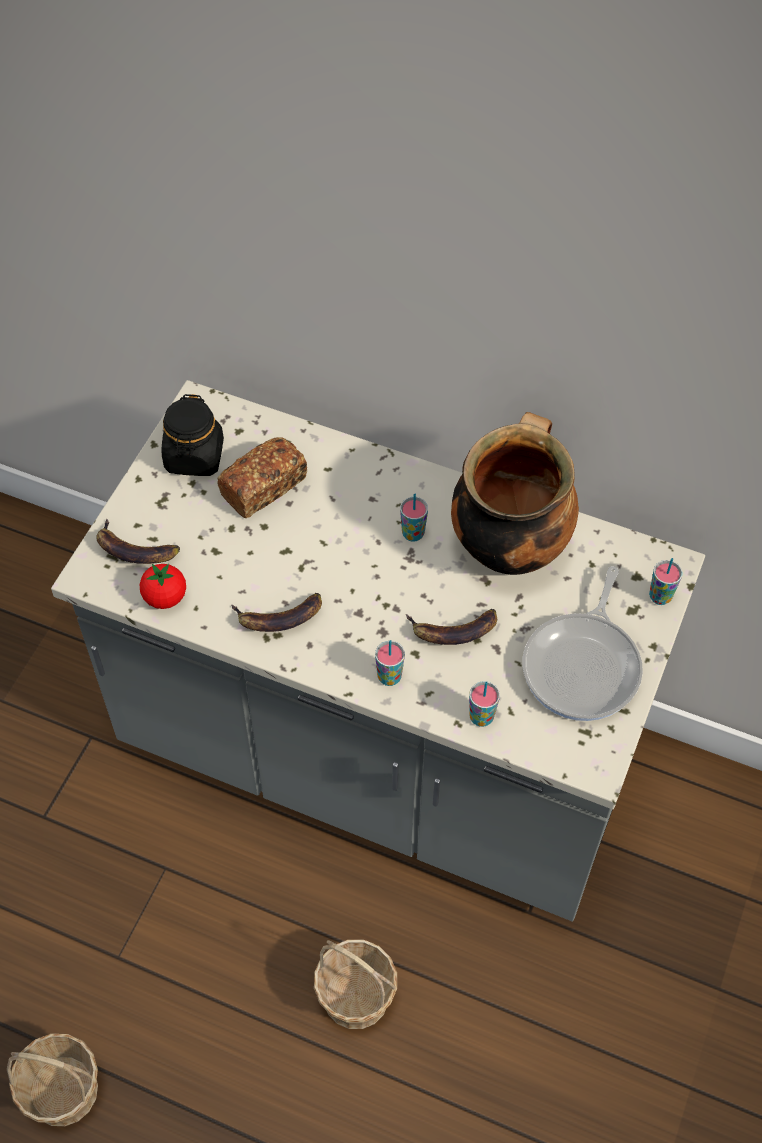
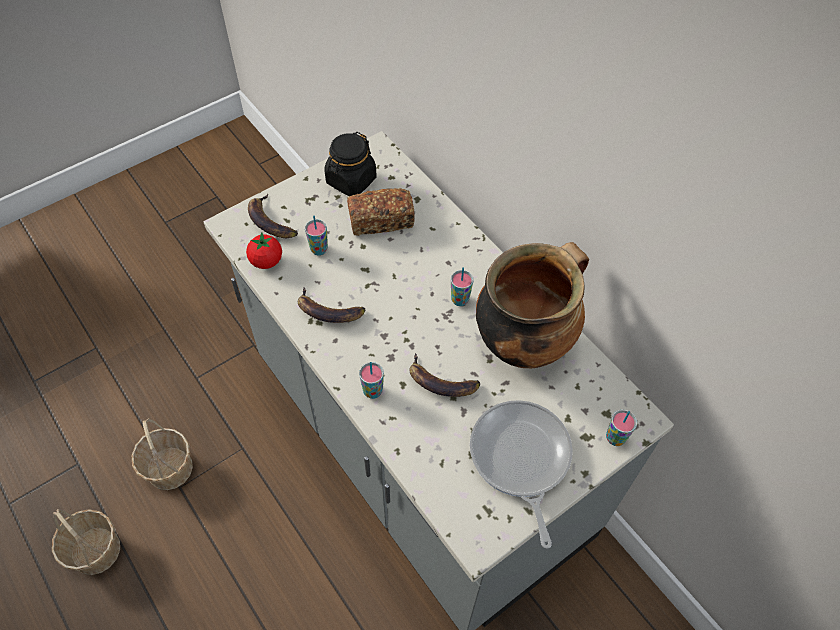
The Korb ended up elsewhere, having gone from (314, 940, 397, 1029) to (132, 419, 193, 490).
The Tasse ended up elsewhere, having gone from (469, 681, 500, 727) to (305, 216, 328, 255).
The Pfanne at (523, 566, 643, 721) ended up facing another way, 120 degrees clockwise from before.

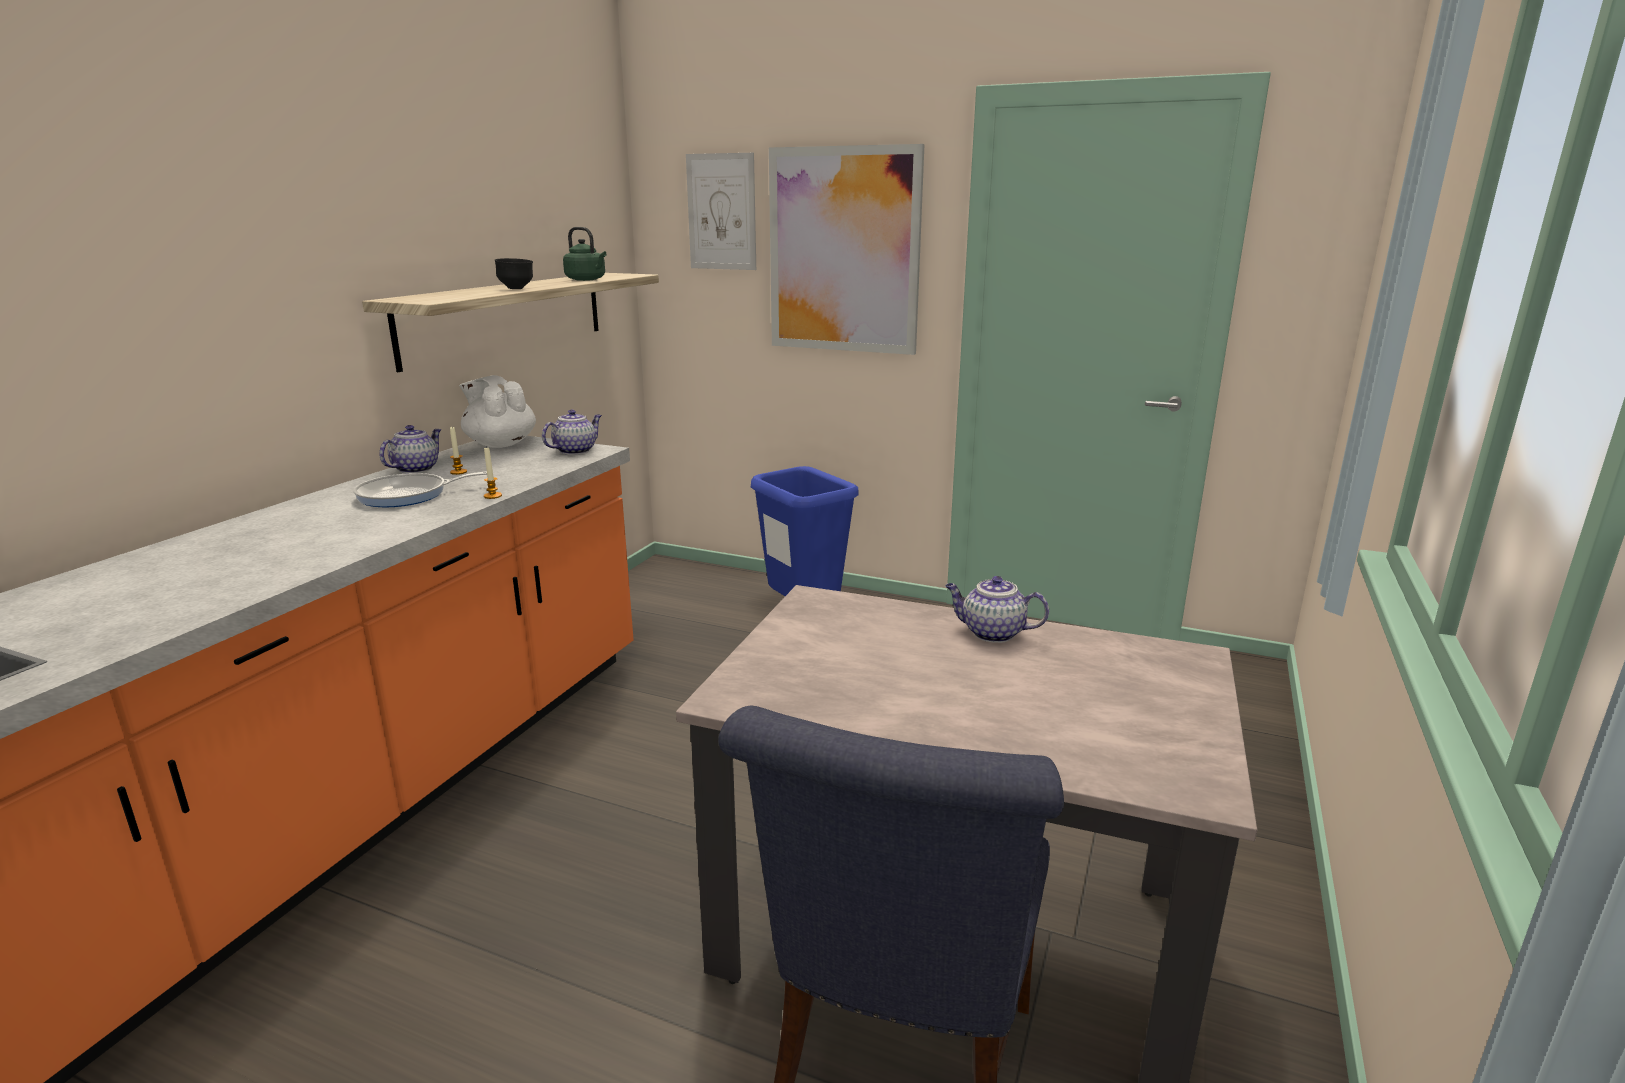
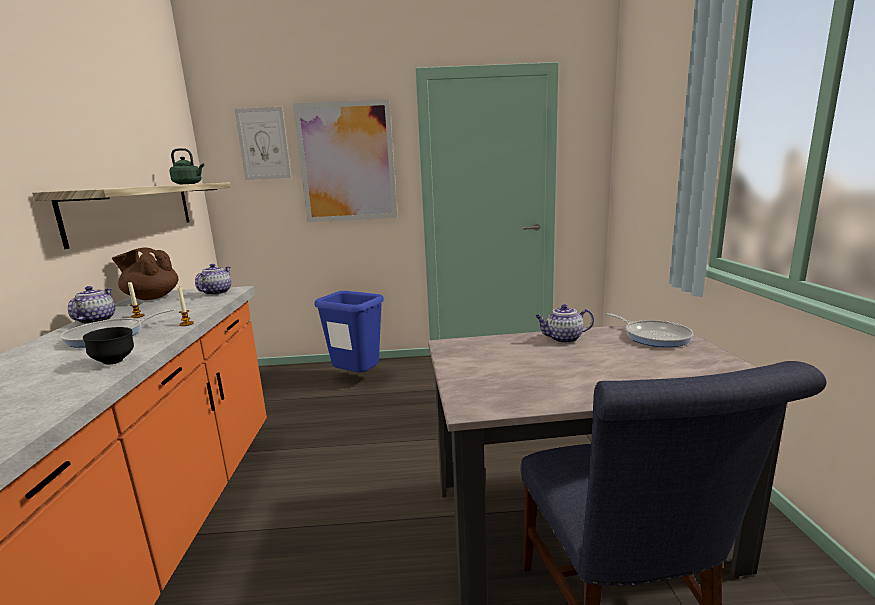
The second view gained the Pfanne at (607, 313, 694, 347).
The Schüssel (schwarz) ended up elsewhere, having gone from (495, 258, 533, 289) to (83, 327, 134, 365).
What was the Teekanne (weiß) at (459, 375, 536, 448) turned into the Teekanne (braun) at (112, 248, 178, 300).

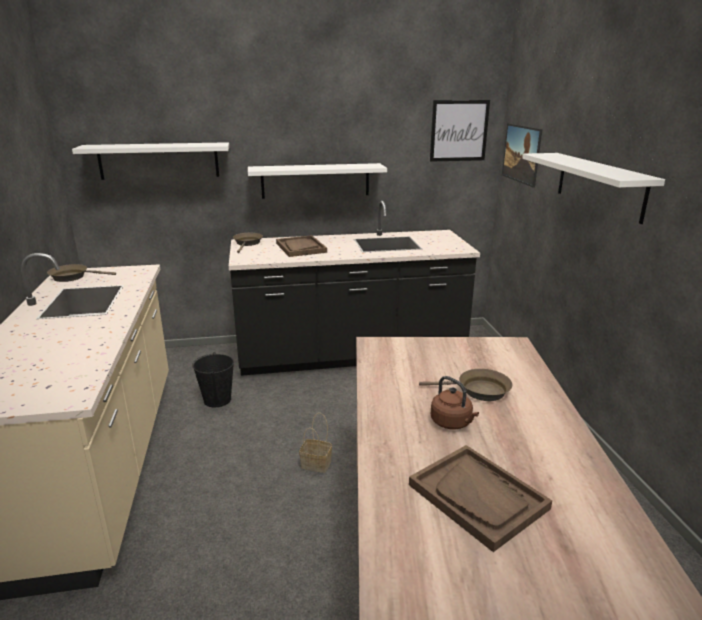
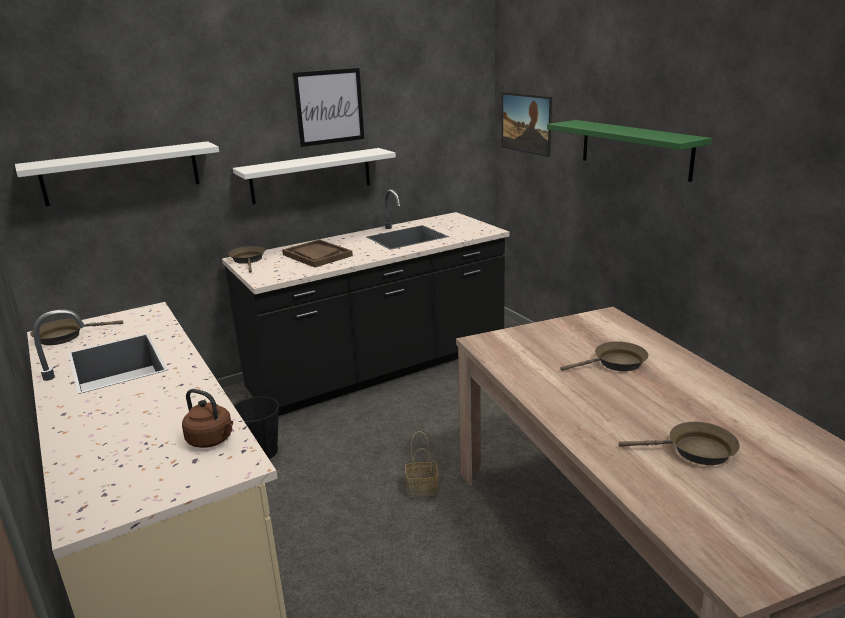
The Bild ended up elsewhere, having gone from (430, 100, 490, 162) to (293, 68, 364, 147).
The Wasserkessel (braun) ended up elsewhere, having gone from (431, 376, 479, 429) to (182, 389, 233, 448).
Where the Tablett (braun) stood at (409, 445, 552, 552), the Pfanne (braun) came to stand at (619, 422, 740, 465).
What was the Wandregal (weiß) at (522, 153, 665, 224) turned into the Wandregal (grün) at (547, 120, 712, 182).

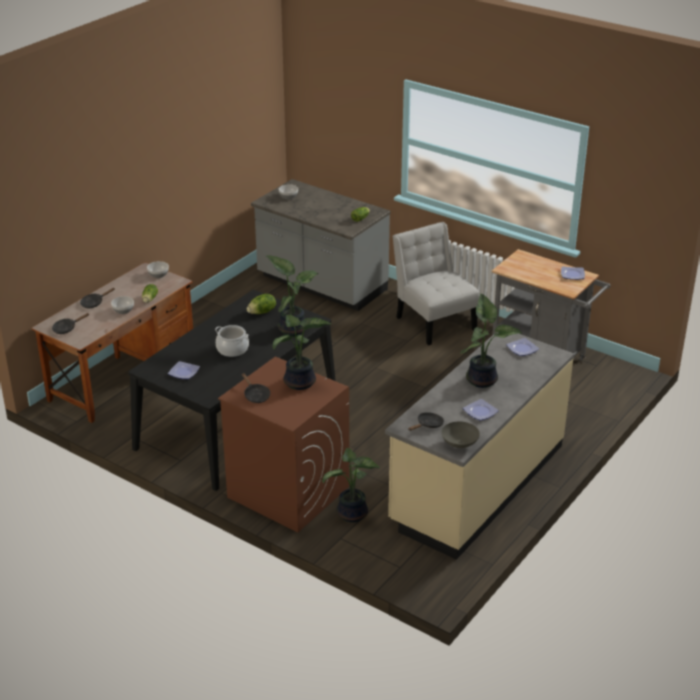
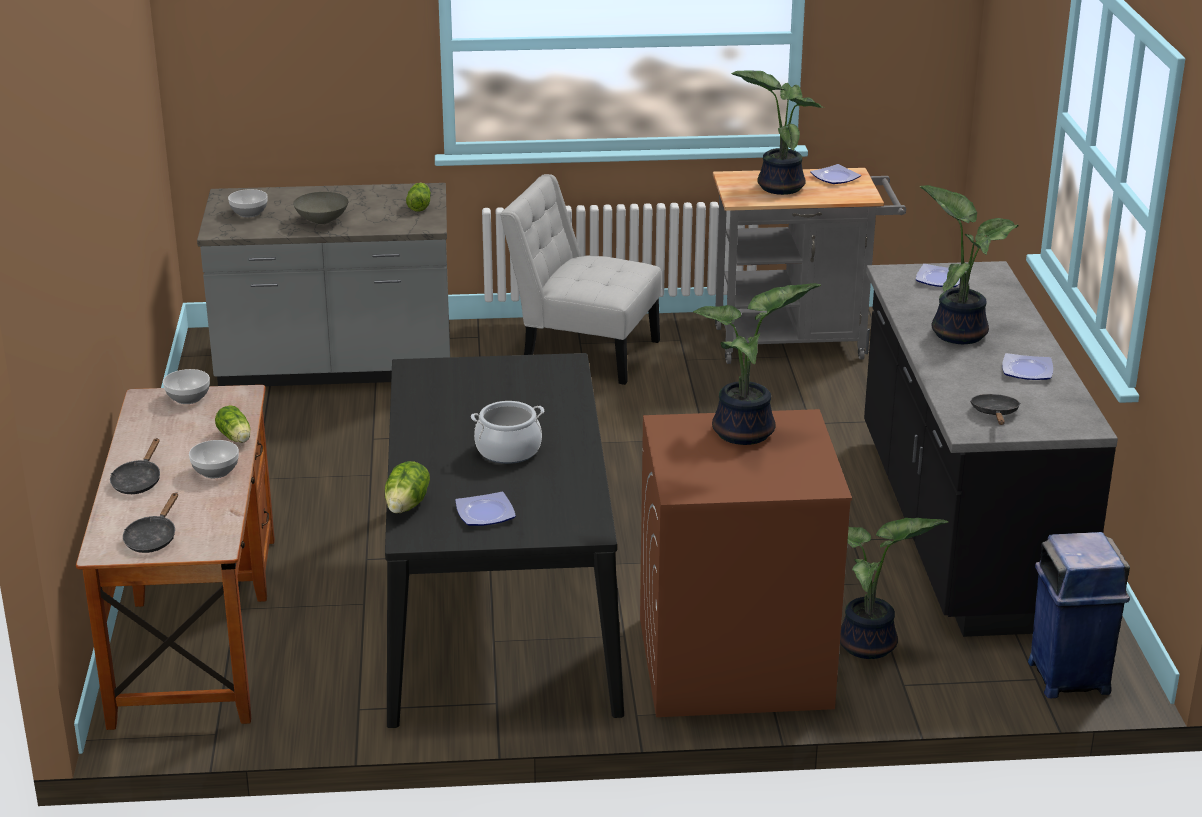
The second view lost the Pfanne (schwarz) at (242, 373, 270, 403).
The second view gained the Mülleimer (blau) at (1028, 532, 1130, 698).
The Salatkopf ended up elsewhere, having gone from (247, 294, 276, 314) to (385, 461, 430, 514).
The Topfpflanze ended up elsewhere, having gone from (266, 255, 318, 336) to (731, 70, 824, 195).
The Schüssel (grau) ended up elsewhere, having gone from (442, 421, 480, 448) to (293, 192, 348, 224).
What was the Küchenzeile (beige) at (385, 332, 574, 560) turned into the Küchenzeile (schwarz) at (864, 261, 1118, 637).

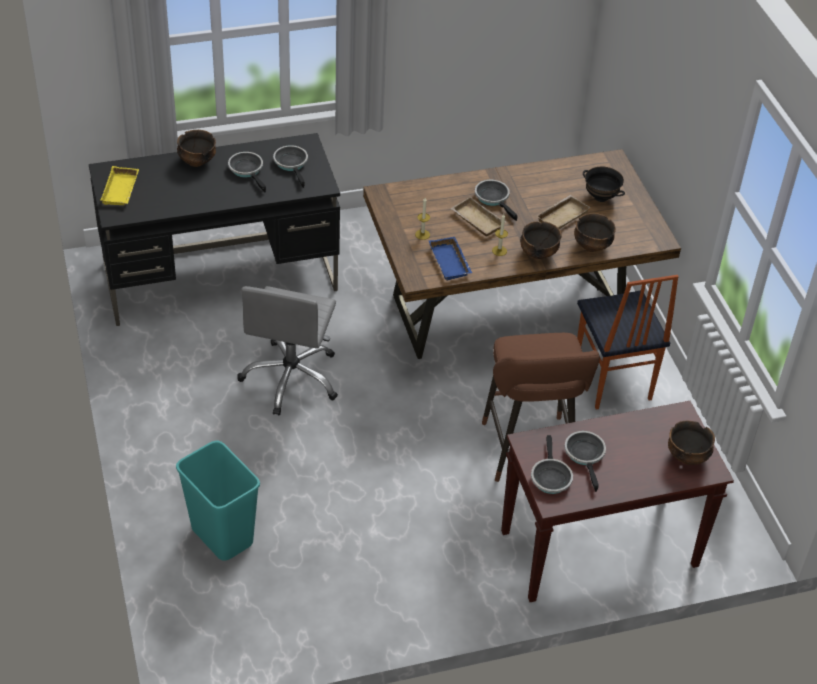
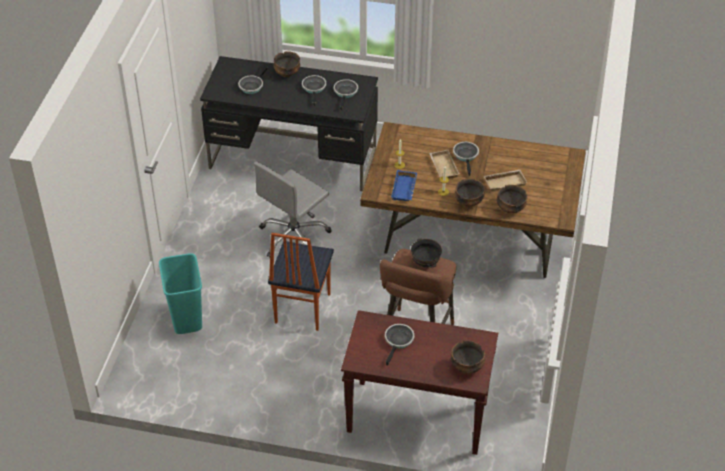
The second view lost the Tablett (gelb) at (100, 166, 139, 205).
The Pfanne ended up elsewhere, having gone from (531, 435, 573, 494) to (238, 66, 268, 94).
The Stuhl ended up elsewhere, having gone from (577, 275, 679, 410) to (268, 233, 334, 331).
The Schüssel (schwarz) ended up elsewhere, having gone from (583, 167, 625, 202) to (411, 239, 442, 268).

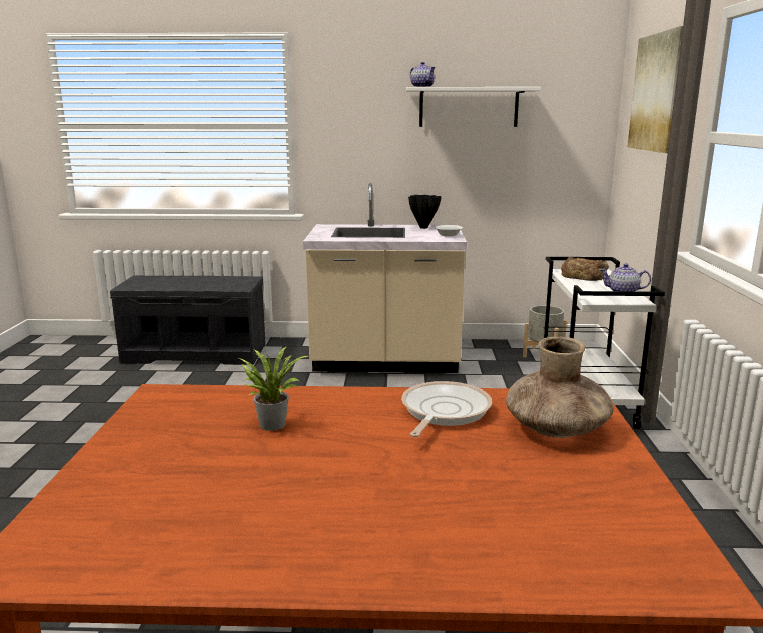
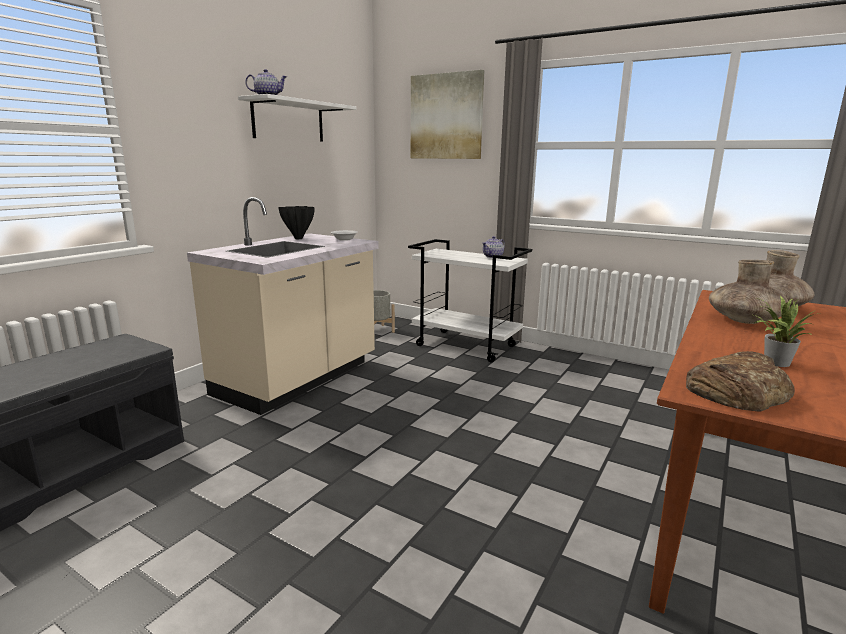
The Brot ended up elsewhere, having gone from (561, 257, 609, 281) to (686, 351, 795, 411).
Where the Pfanne stood at (401, 381, 492, 437), the Vase (braun) came to stand at (709, 260, 790, 324).

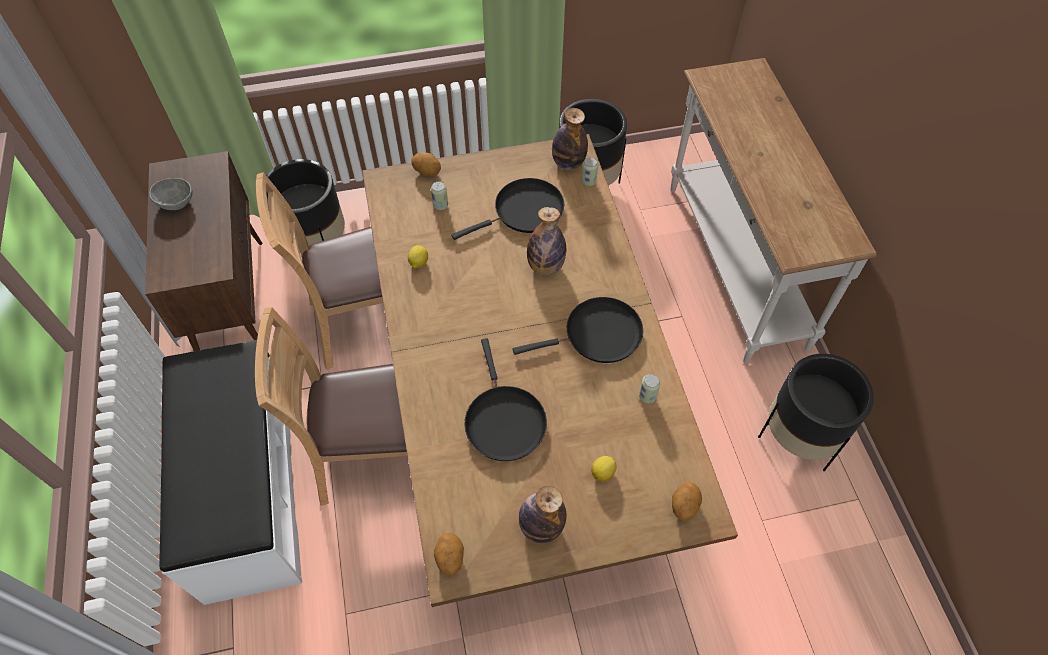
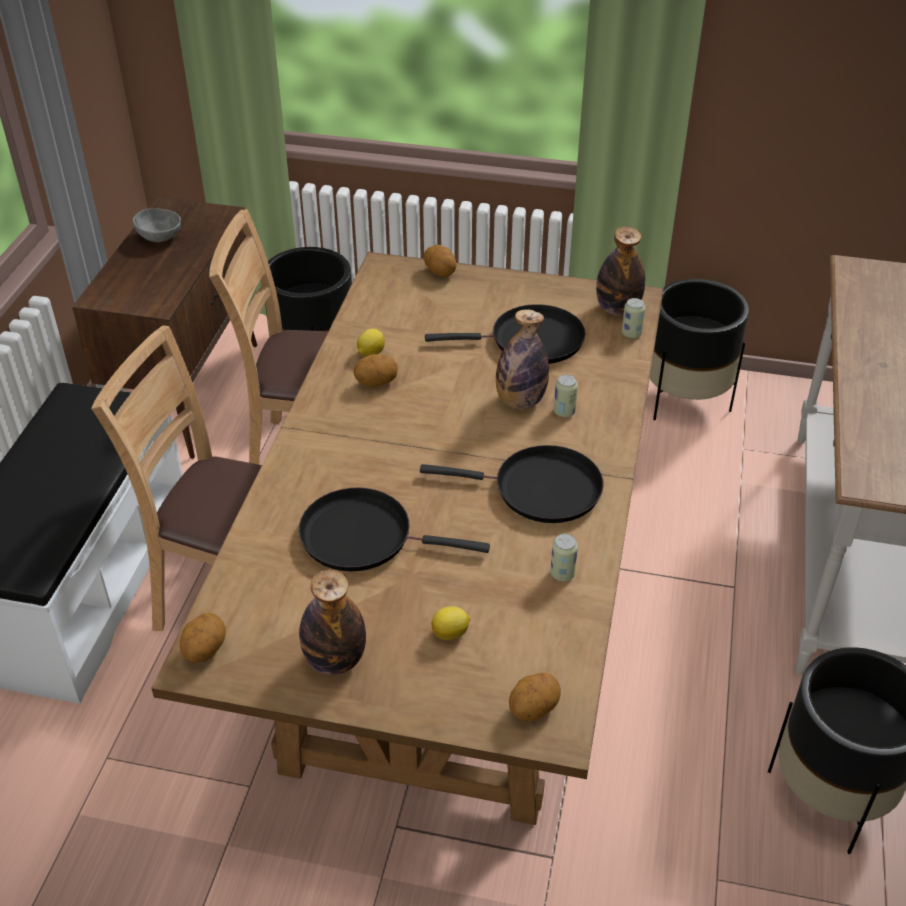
The second view gained the Kartoffel at (354, 354, 398, 387).
The Dose ended up elsewhere, having gone from (431, 182, 448, 210) to (554, 375, 578, 417).
The Pfanne (schwarz) at (464, 338, 547, 461) ended up facing another way, 90 degrees clockwise from before.

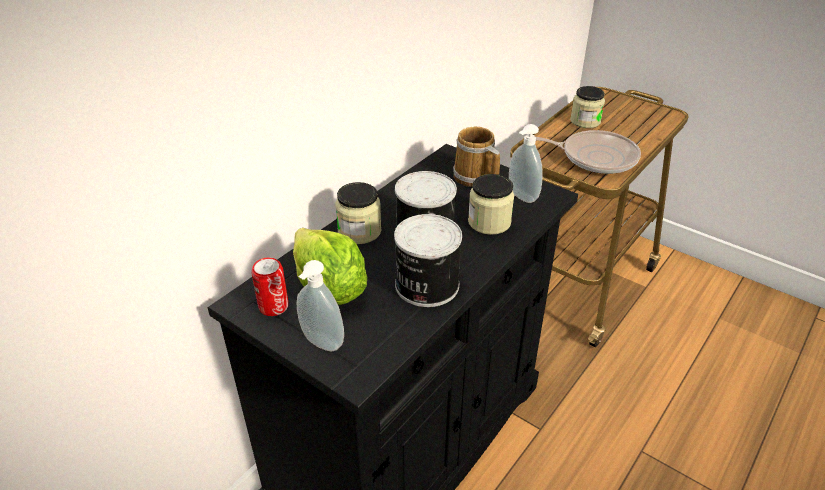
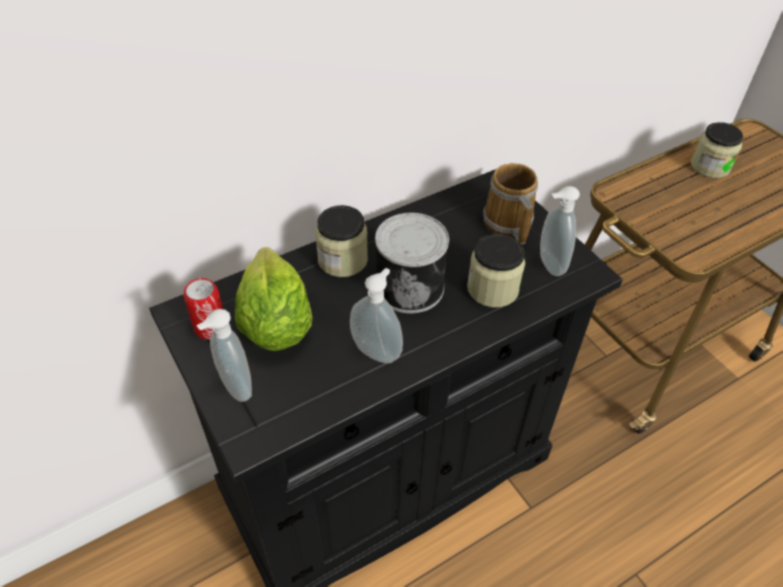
The second view lost the Pfanne at (536, 130, 641, 174).
Where the Dose stood at (394, 214, 462, 307), the Seifenspender came to stand at (350, 268, 403, 363).

